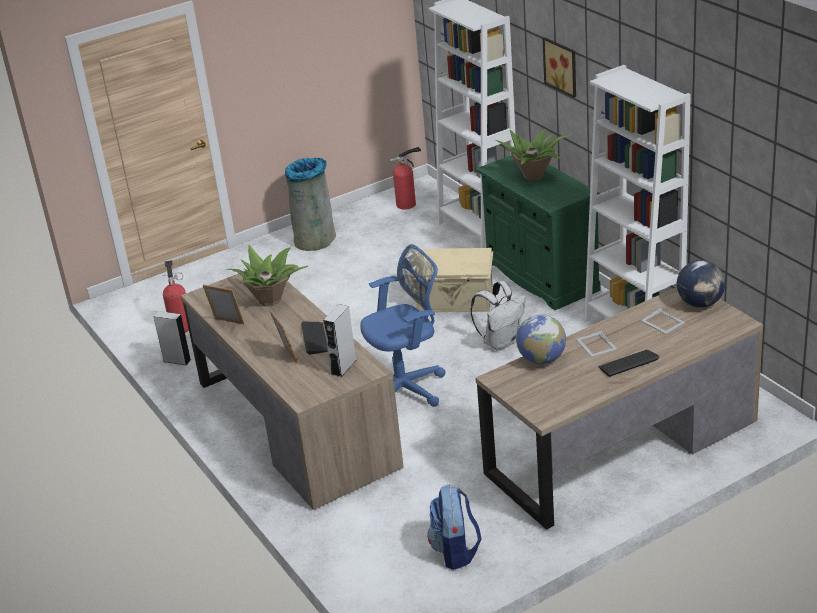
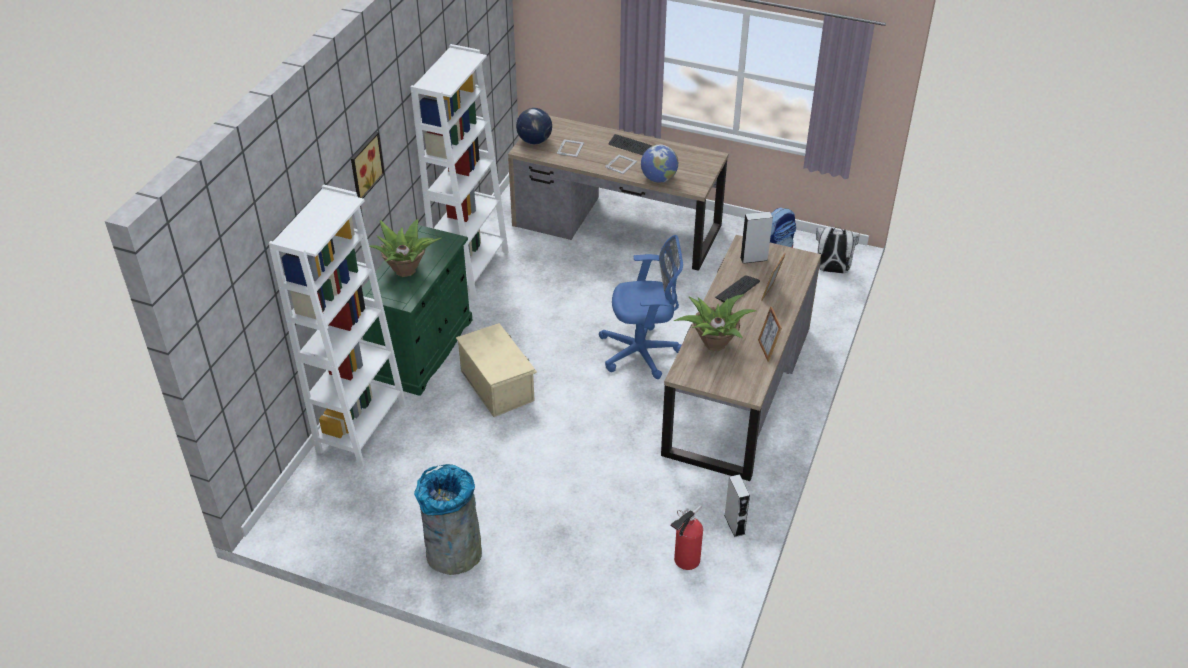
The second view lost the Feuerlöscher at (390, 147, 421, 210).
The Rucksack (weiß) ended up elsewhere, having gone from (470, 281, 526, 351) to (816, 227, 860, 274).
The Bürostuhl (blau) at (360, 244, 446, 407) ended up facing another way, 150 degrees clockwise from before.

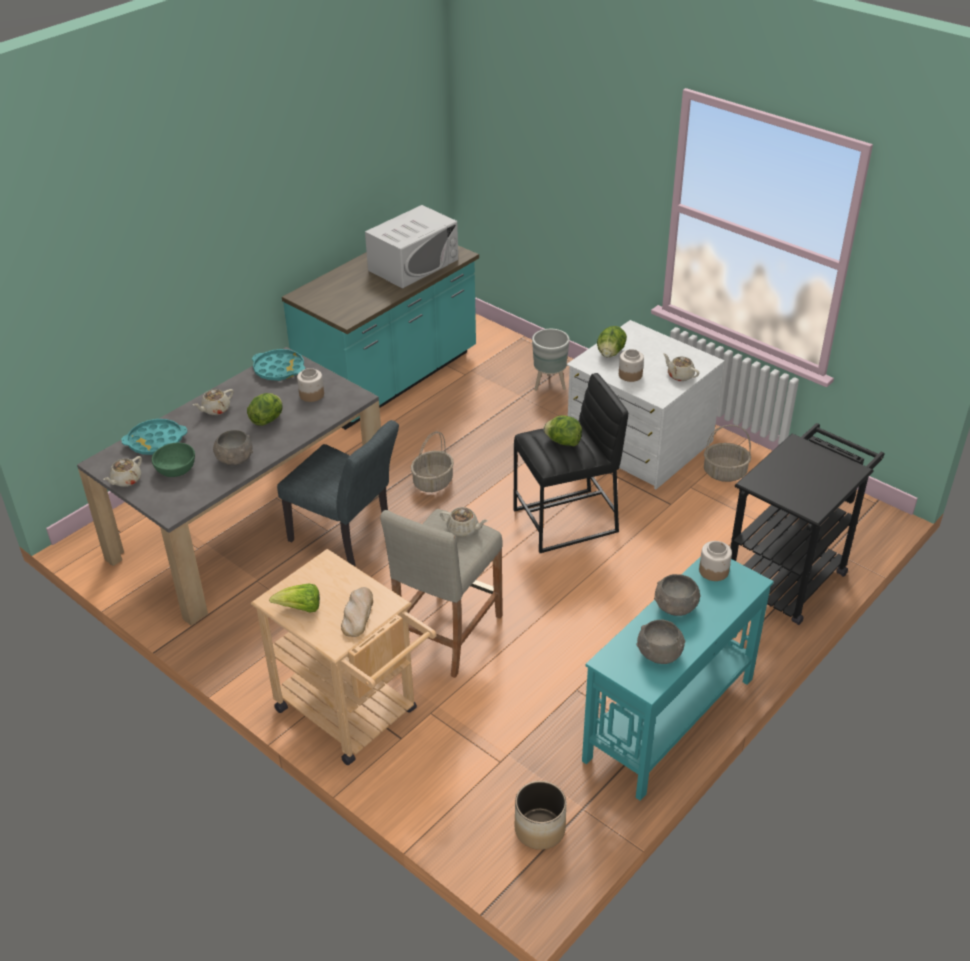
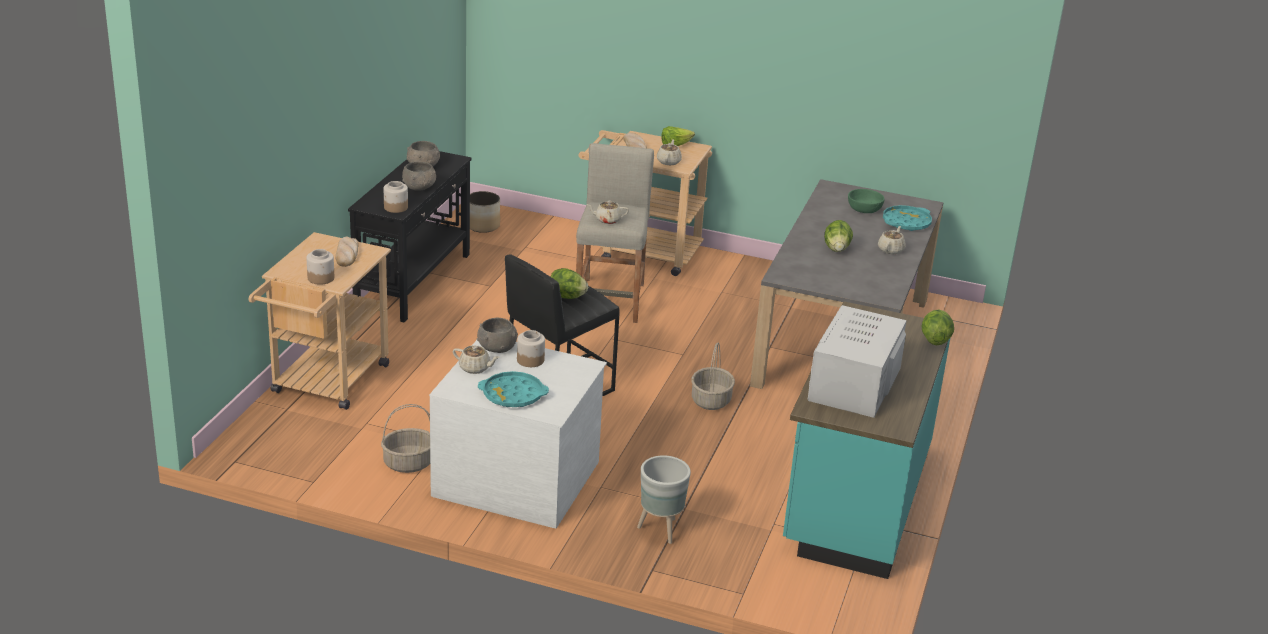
The second view lost the Stuhl (grau) at (277, 420, 399, 566).
The second view gained the Brot at (335, 237, 359, 267).
The Teekanne (beige) ended up elsewhere, having gone from (103, 456, 142, 487) to (657, 139, 682, 165).
The Schüssel (grau) ended up elsewhere, having gone from (213, 430, 253, 466) to (477, 318, 518, 353).
The Tablett (türkis) ended up elsewhere, having gone from (252, 349, 305, 381) to (478, 371, 549, 407).
The Vorratsglas ended up elsewhere, having gone from (297, 368, 324, 402) to (306, 249, 334, 285).
The Salatkopf ended up elsewhere, having gone from (597, 326, 627, 358) to (921, 309, 954, 346).
What was the Konsolentisch (türkis) at (582, 556, 774, 801) turned into the Konsolentisch (schwarz) at (348, 151, 472, 322).
What was the Rollwagen (schwarz) at (730, 423, 885, 625) turned into the Rollwagen (beige) at (249, 232, 391, 410).

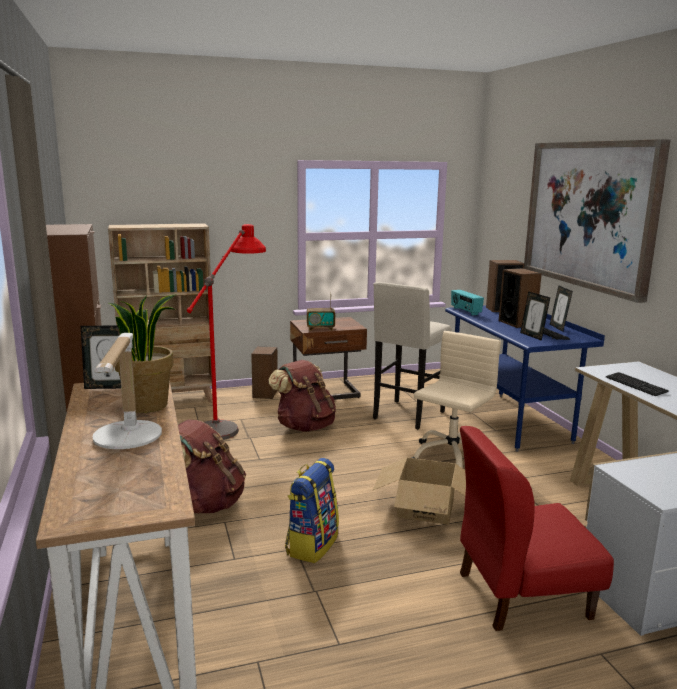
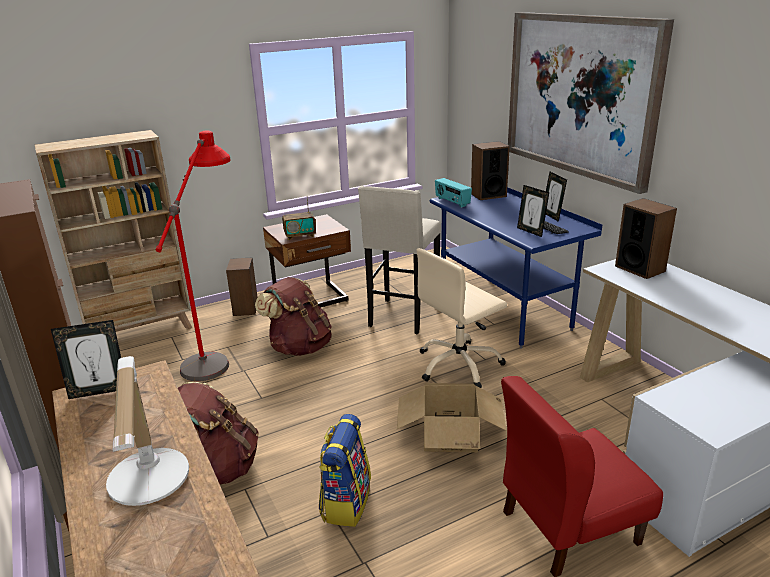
The second view lost the Topfpflanze at (108, 295, 176, 413).
The second view lost the Tastatur at (606, 372, 669, 396).
The Lautsprecher ended up elsewhere, having gone from (499, 268, 542, 328) to (615, 198, 677, 279).
The Bürostuhl (beige) at (411, 331, 501, 468) ended up facing another way, 150 degrees counterclockwise from before.

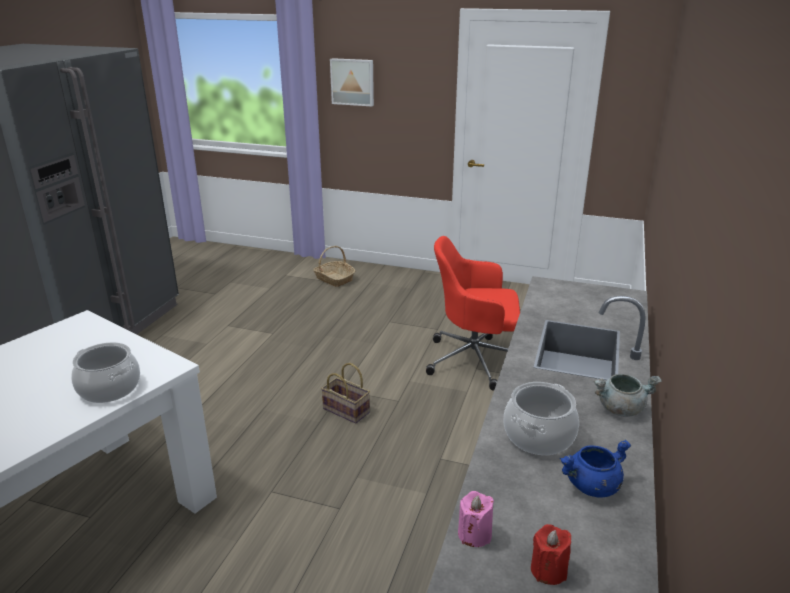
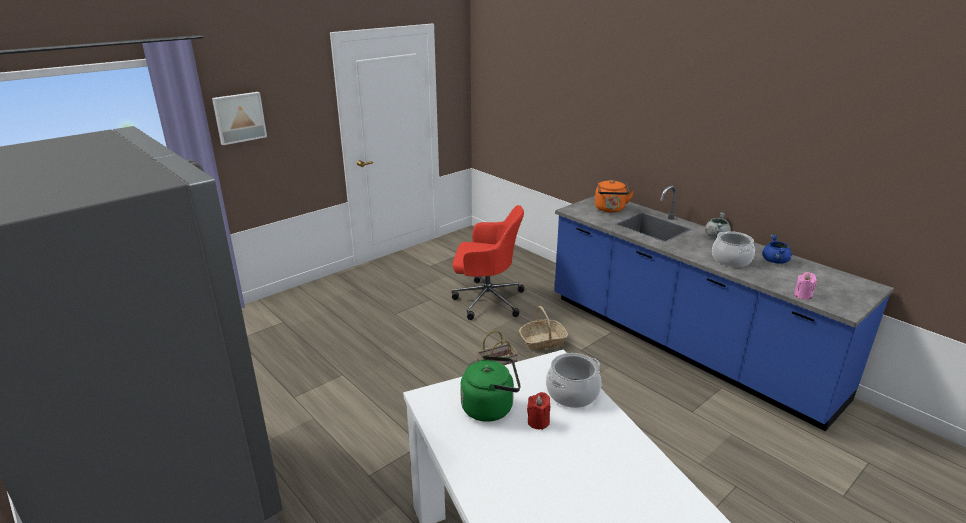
The second view gained the Wasserkessel (grün) at (460, 355, 521, 422).
The second view gained the Wasserkessel (orange) at (595, 180, 634, 213).
The Korb ended up elsewhere, having gone from (313, 246, 355, 287) to (519, 306, 568, 350).
The Kerze (rot) ended up elsewhere, having gone from (531, 524, 571, 585) to (527, 392, 551, 430).
The Bürostuhl (rot) at (426, 236, 520, 391) ended up facing another way, 120 degrees counterclockwise from before.

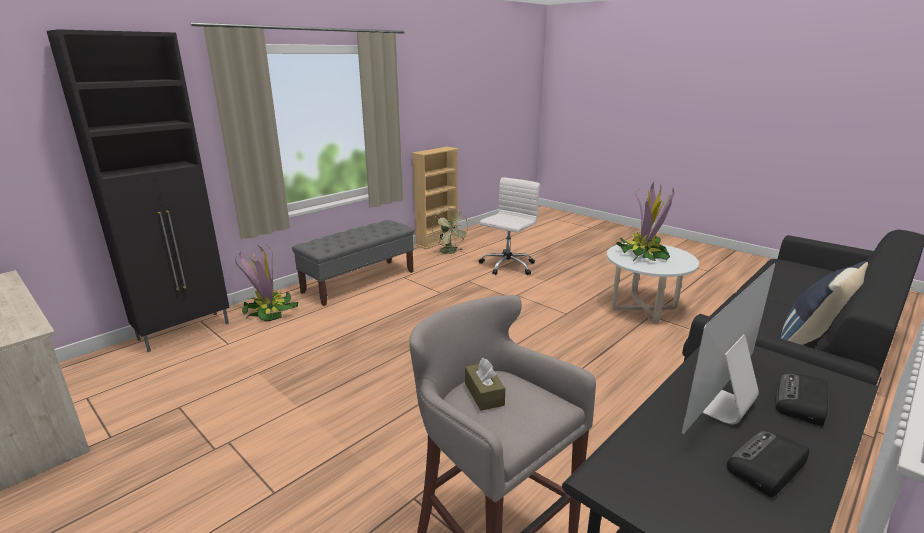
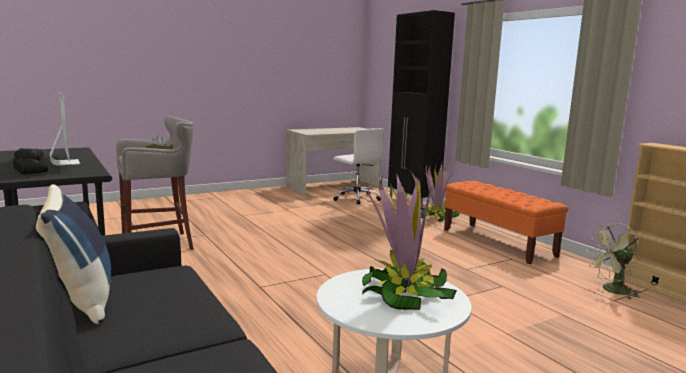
The Bürostuhl (weiß) ended up elsewhere, having gone from (479, 177, 540, 275) to (333, 128, 384, 205).
What was the Bank (grau) at (292, 220, 414, 306) turned into the Bank (orange) at (444, 181, 568, 264).

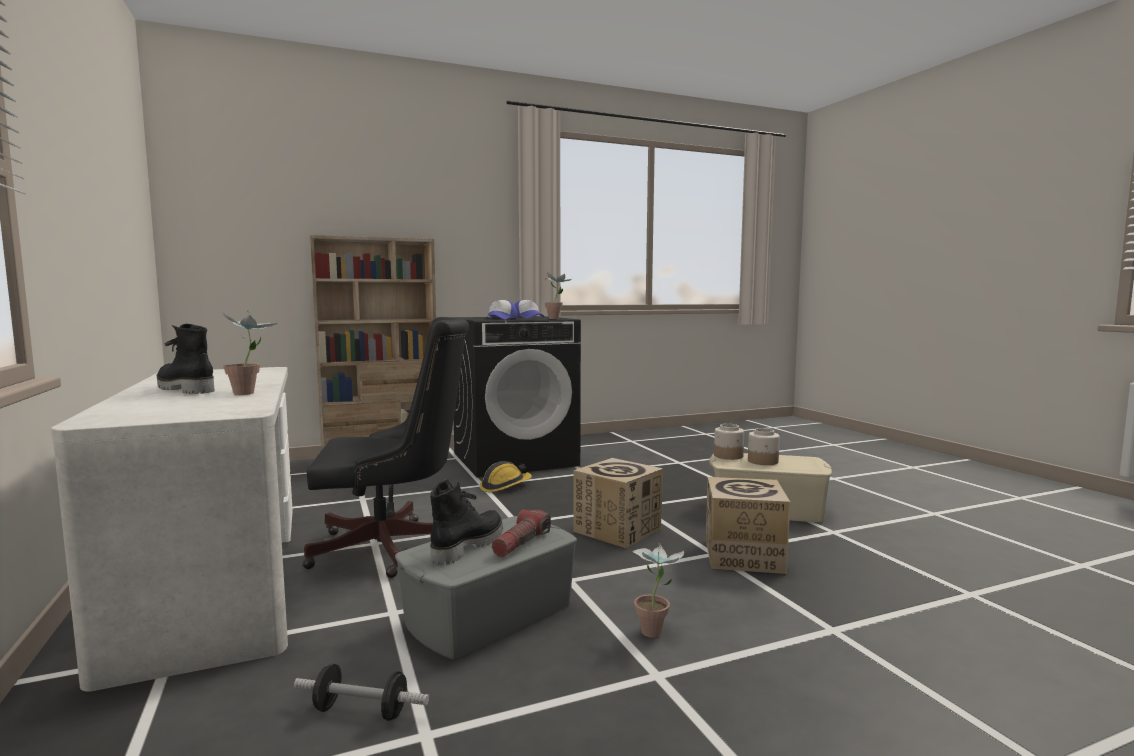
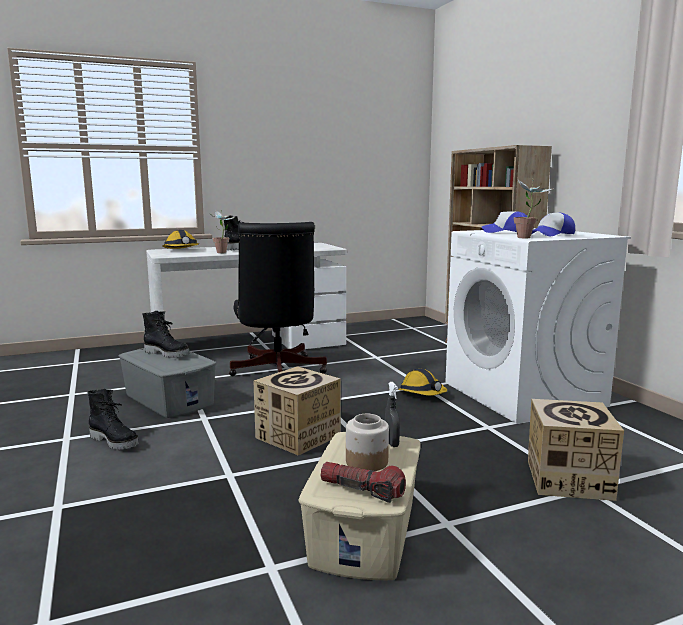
The second view lost the Hantel at (293, 664, 429, 721).
The second view gained the Schutzhelm at (162, 230, 200, 249).
The Taschenlampe ended up elsewhere, having gone from (492, 510, 551, 557) to (320, 462, 406, 503).
The Karton ended up elsewhere, having gone from (706, 477, 790, 574) to (528, 399, 624, 501).
Where the Topfpflanze stood at (632, 543, 684, 638), the Stiefel (schwarz) came to stand at (87, 389, 139, 450).
Where the Vorratsglas stood at (714, 424, 744, 460), the Sprühflasche (grau) came to stand at (385, 382, 400, 447).
What was the Waschmaschine (schwarz) at (454, 316, 581, 477) turned into the Waschmaschine (weiß) at (445, 228, 631, 424).

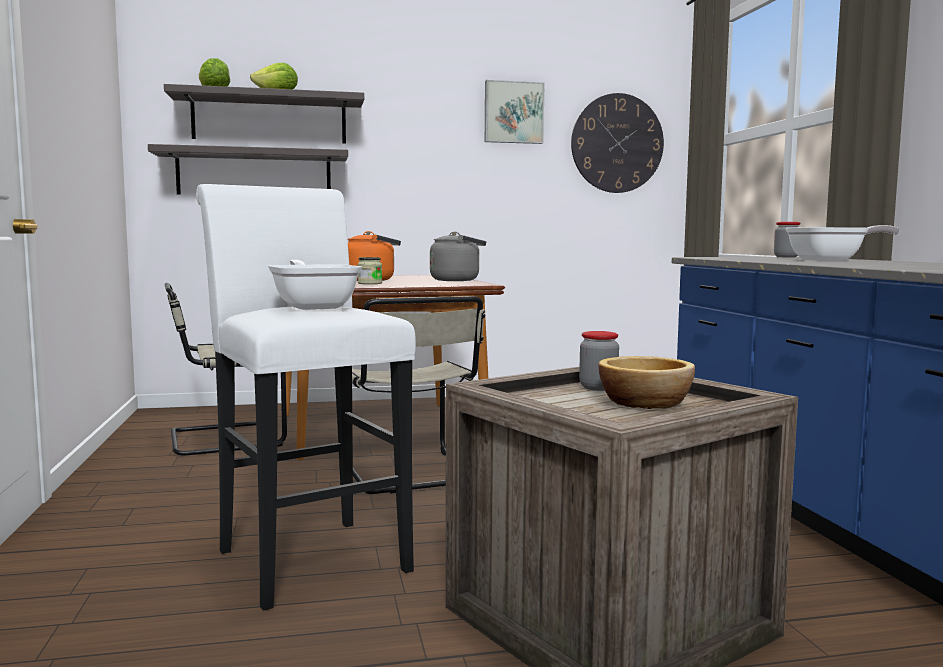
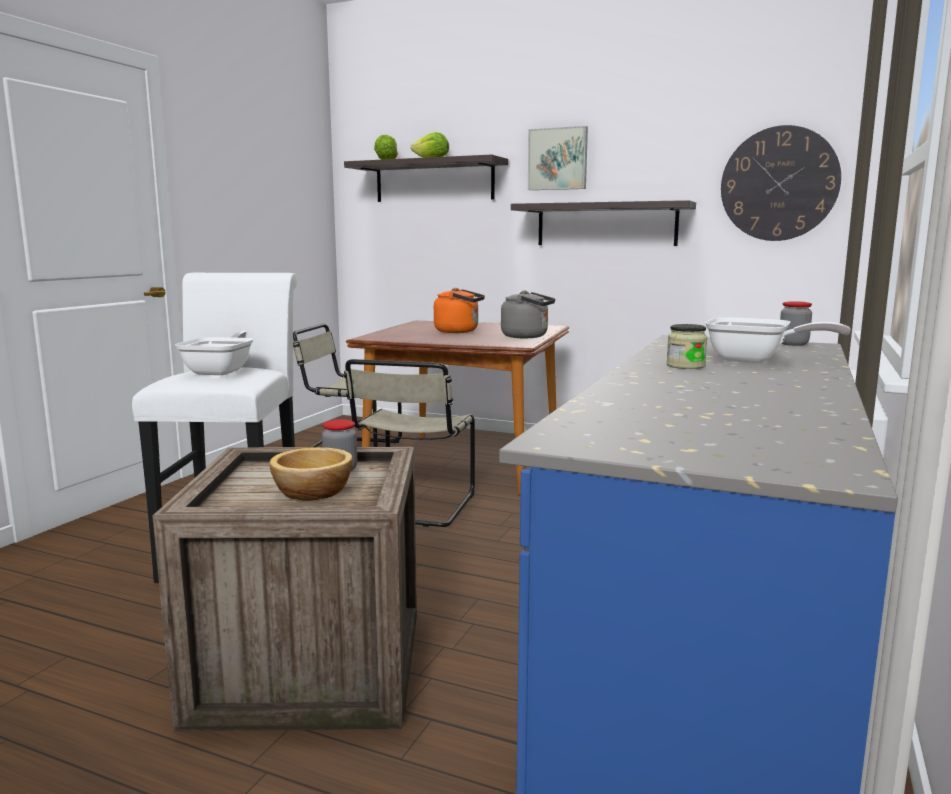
The Wandregal ended up elsewhere, having gone from (148, 144, 348, 195) to (511, 200, 696, 246).
The Vorratsglas ended up elsewhere, having gone from (358, 257, 382, 284) to (666, 324, 708, 369).
The Bild ended up elsewhere, having gone from (485, 80, 545, 144) to (528, 126, 588, 190).

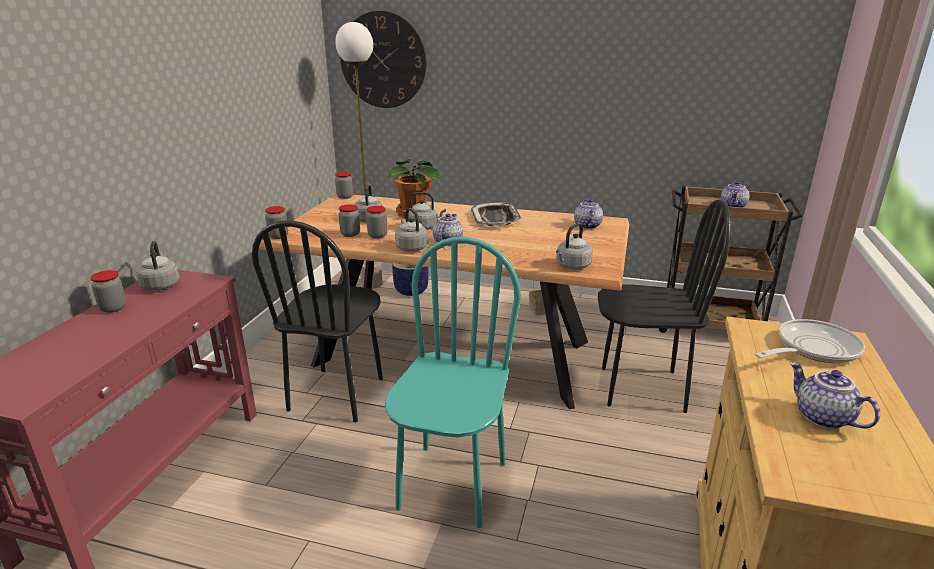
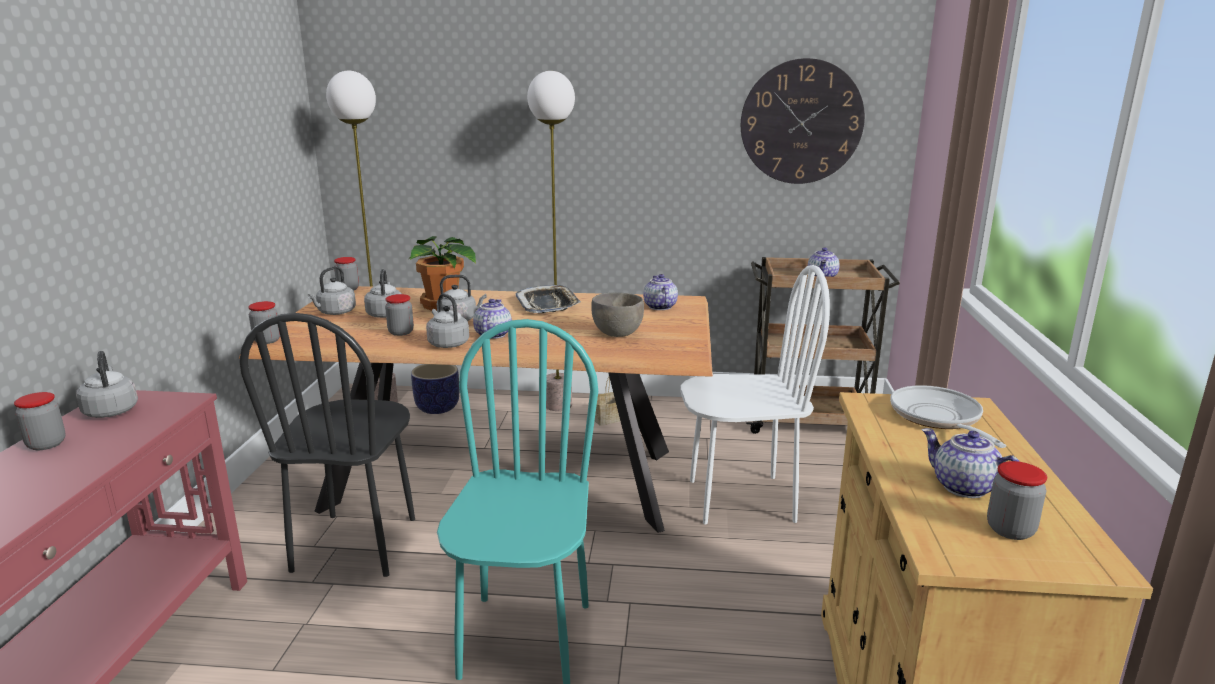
The second view gained the Stehlampe at (527, 71, 575, 411).
The second view gained the Schüssel (grau) at (591, 292, 644, 337).
The Vorratsglas ended up elsewhere, having gone from (339, 204, 360, 237) to (987, 461, 1047, 540).
The Wanduhr ended up elsewhere, having gone from (340, 11, 427, 108) to (741, 58, 865, 184).
The Wasserkessel (grau) ended up elsewhere, having gone from (556, 223, 593, 269) to (307, 266, 356, 315).
What was the Stuhl (schwarz) at (598, 199, 731, 413) turned into the Stuhl (weiß) at (680, 265, 830, 524).
The Pfanne at (755, 319, 865, 363) ended up facing another way, 60 degrees counterclockwise from before.

